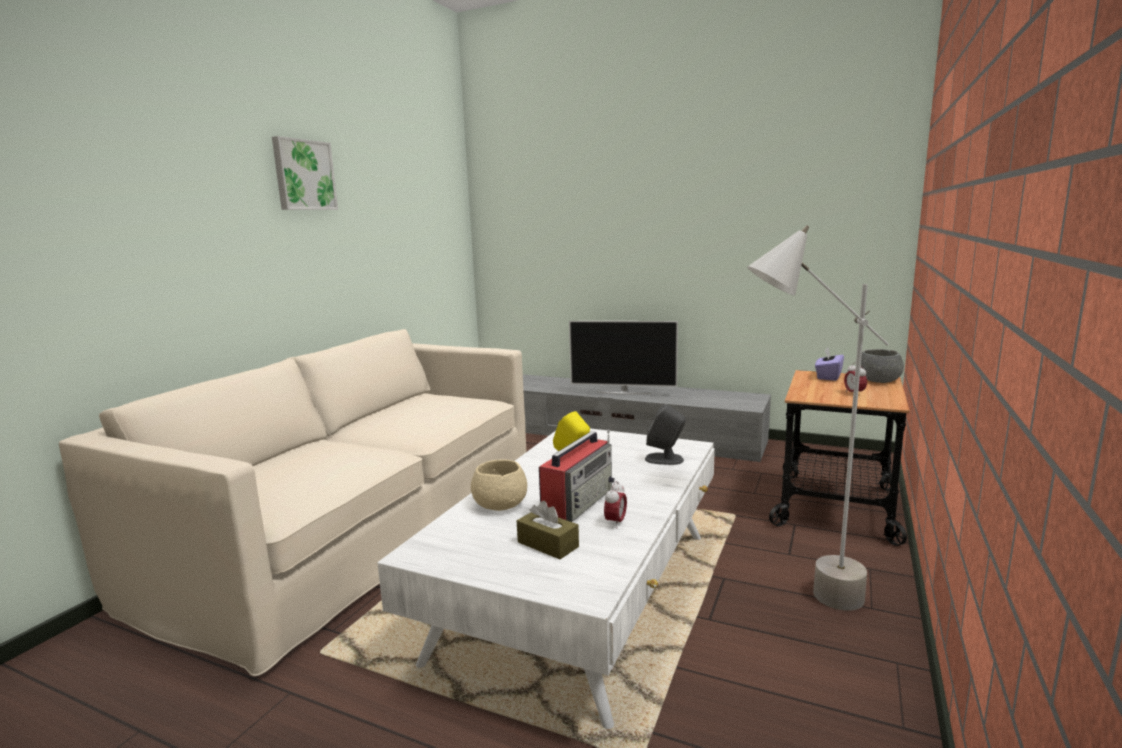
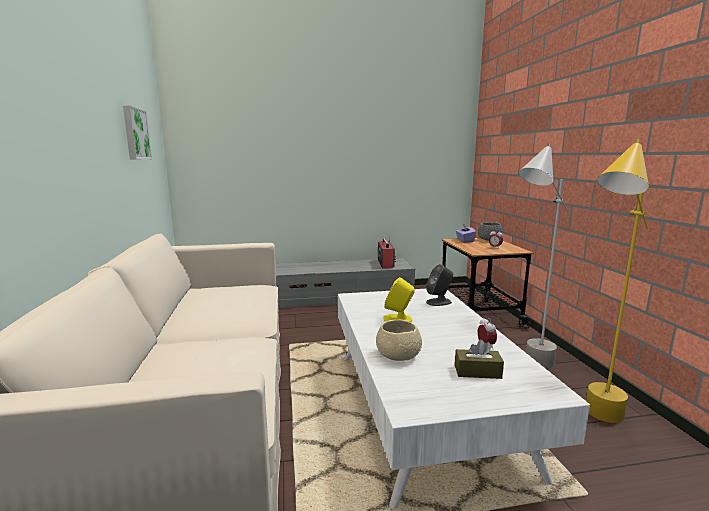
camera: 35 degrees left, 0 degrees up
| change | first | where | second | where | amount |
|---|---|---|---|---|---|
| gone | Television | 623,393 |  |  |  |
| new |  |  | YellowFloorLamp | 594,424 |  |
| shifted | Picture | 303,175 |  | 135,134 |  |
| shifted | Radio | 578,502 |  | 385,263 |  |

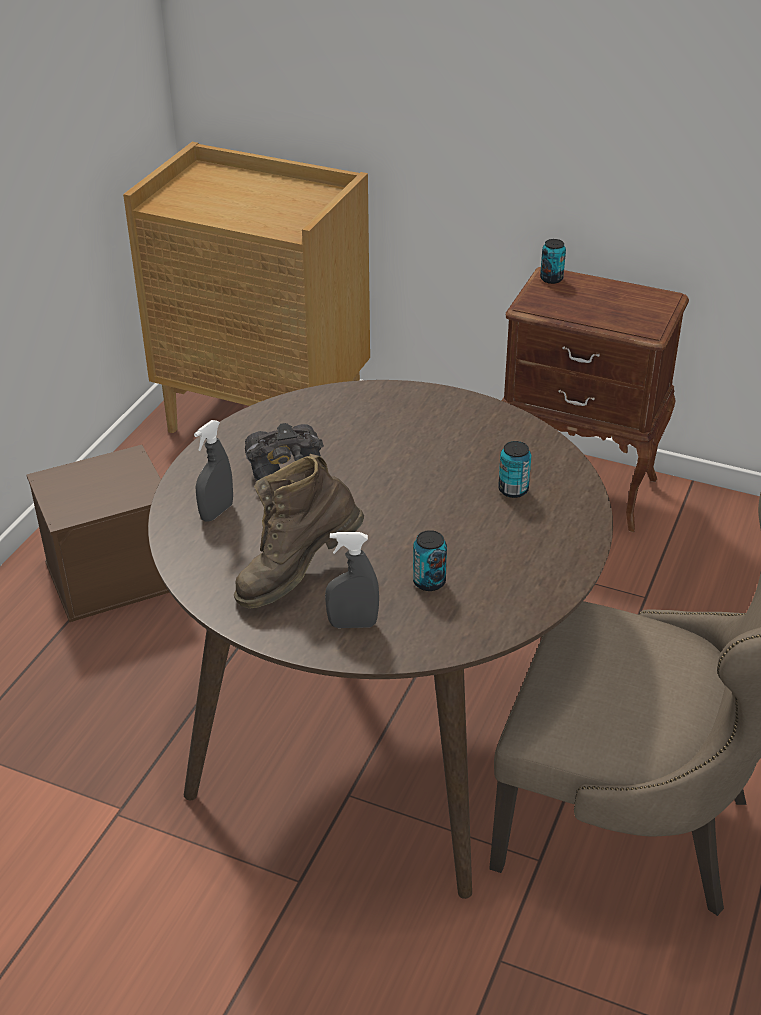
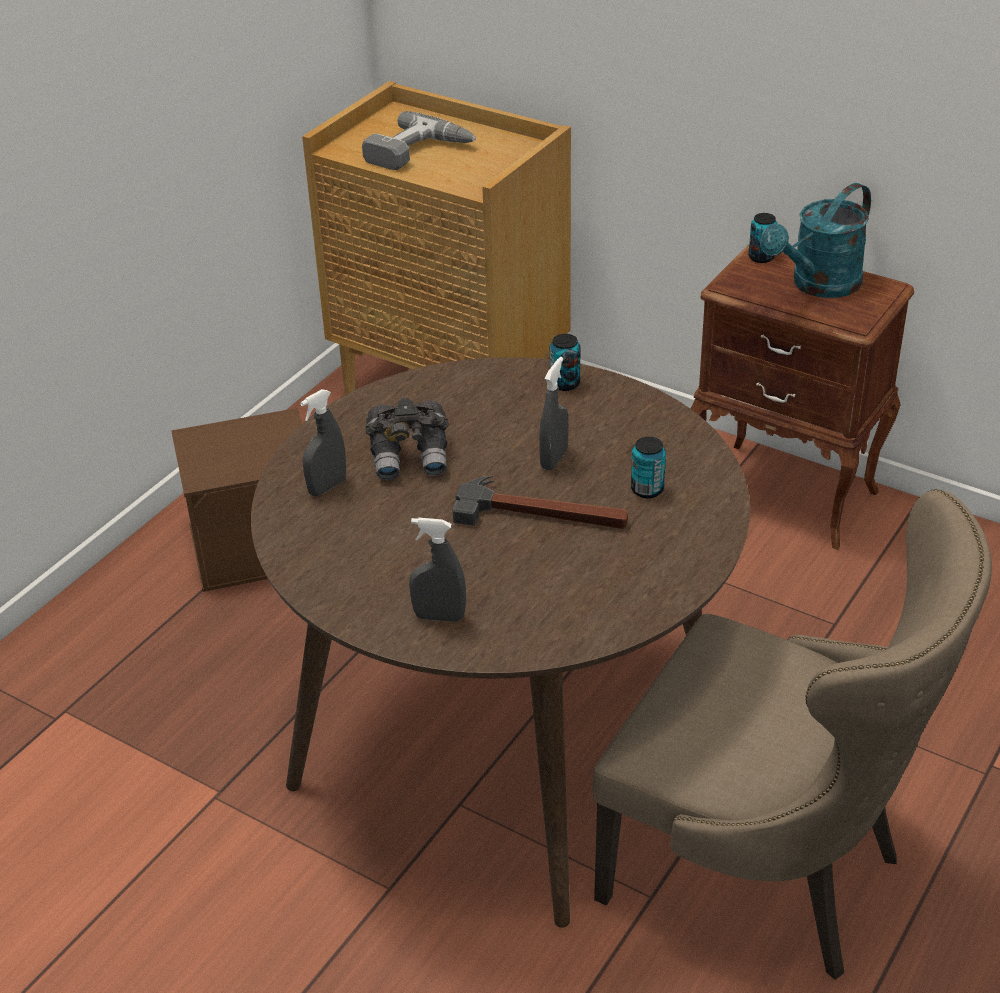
camera: 10 degrees right, 0 degrees up
| change | first | where | second | where | amount |
|---|---|---|---|---|---|
| gone | BrownBoot | 297,576 |  |  |  |
| new |  |  | PowerDrill | 419,153 |  |
| new |  |  | Hammer | 541,514 |  |
| new |  |  | GreySprayBottle | 554,459 |  |
| new |  |  | TurquoiseWateringCan | 818,286 |  |
| shifted | Can | 429,582 |  | 565,383 |  |

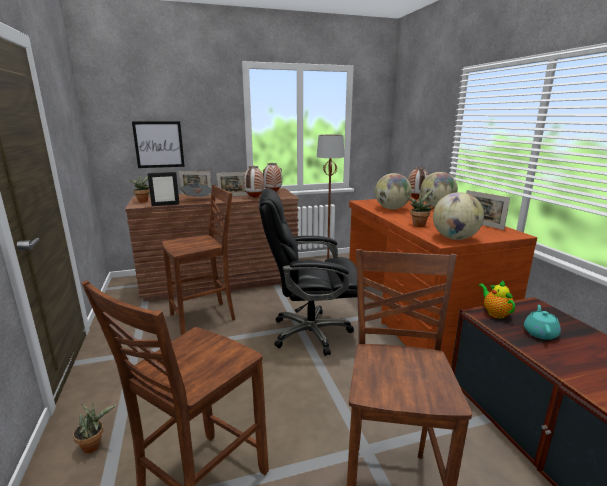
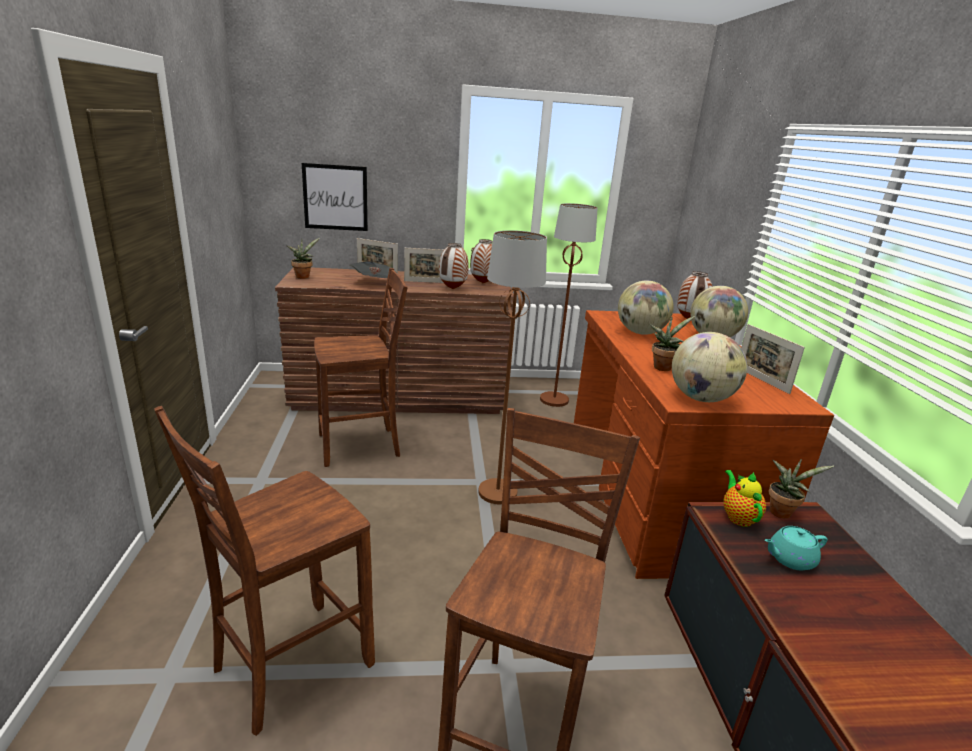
camera: 10 degrees right, 5 degrees up
| change | first | where | second | where | amount |
|---|---|---|---|---|---|
| gone | PictureFrame | 165,204 |  |  |  |
| shifted | PottedPlant | 94,445 |  | 782,511 |  |
| swapped | BlackOfficeChair | 313,332 | BrownFloorLamp | 497,492 |  |
| rotated | TurquoiseTeapot | 540,333 |  | 789,559 | 135 degrees counterclockwise |

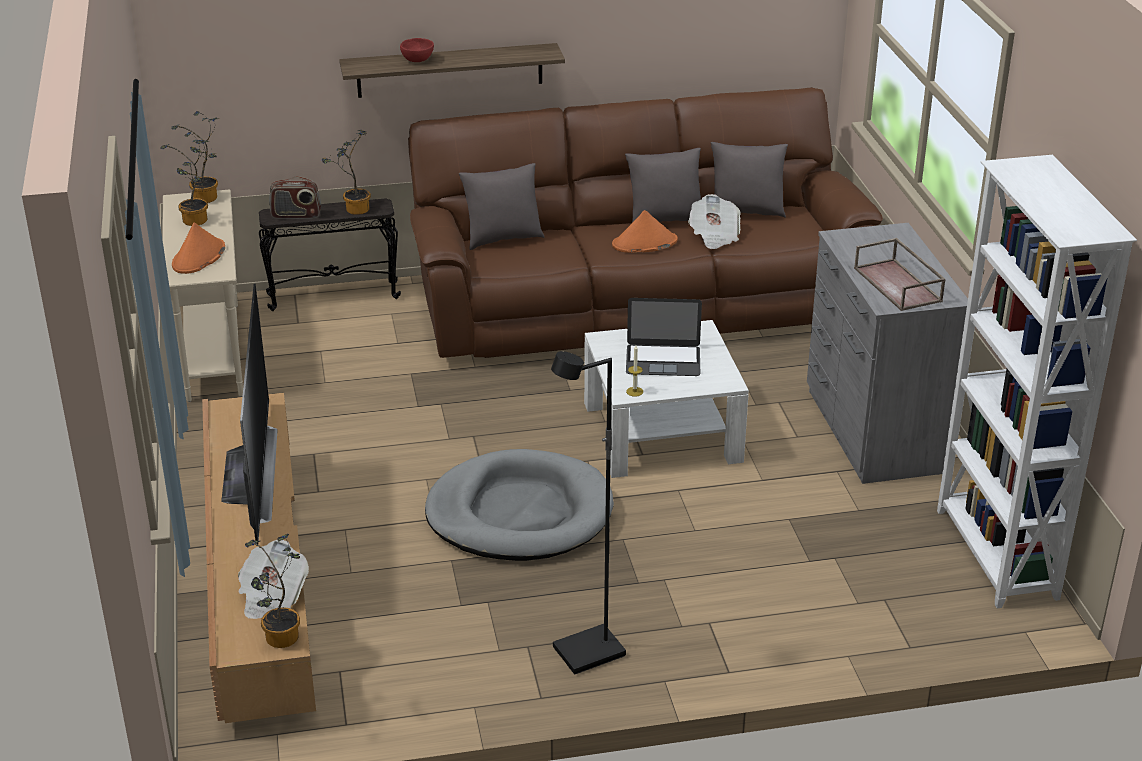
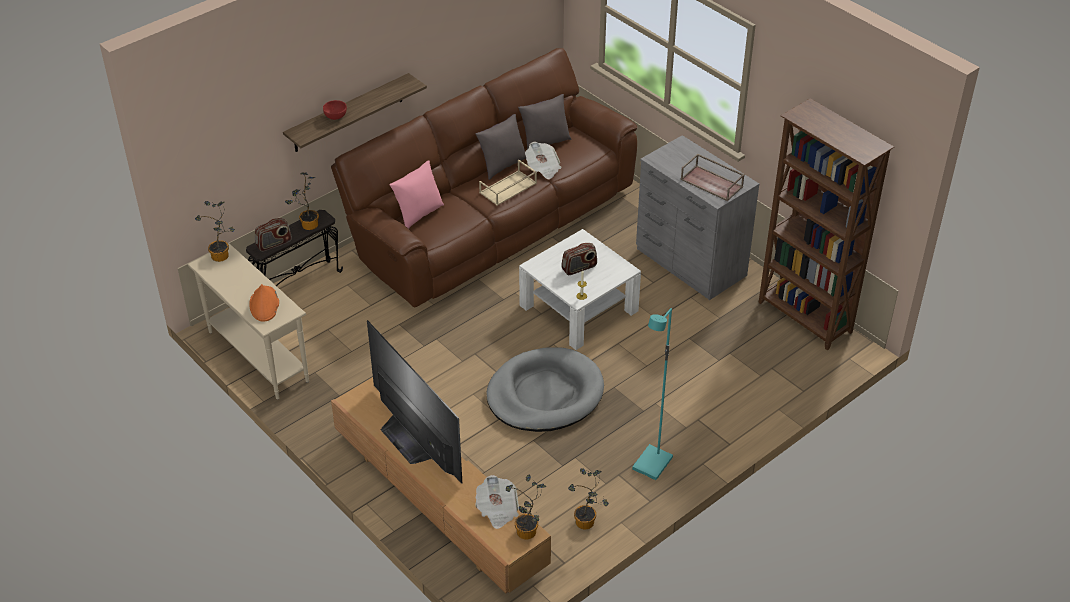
camera: 30 degrees left, 10 degrees up
| change | first | where | second | where | amount |
|---|---|---|---|---|---|
| shifted | PottedPlant | 195,222 |  | 587,524 |  |
| swapped | OrangeHat | 644,243 | BeigeTray | 508,188 |  |
| swapped | Laptop | 663,360 | Radio | 579,268 |  |
| repainted | GreyPillow | 502,238 | PinkPillow | 418,214 |  |
| repainted | BlackFloorLamp | 589,653 | TurquoiseFloorLamp | 653,464 |  |
| repainted | WhiteBookcase | 995,555 | BrownBookcase | 804,318 |  |

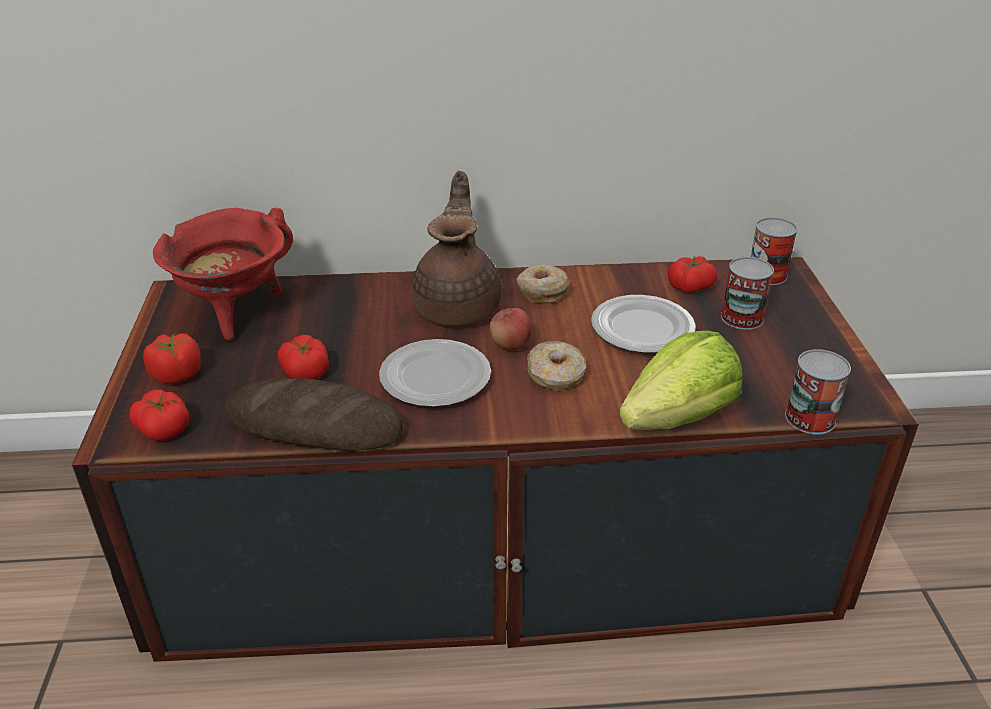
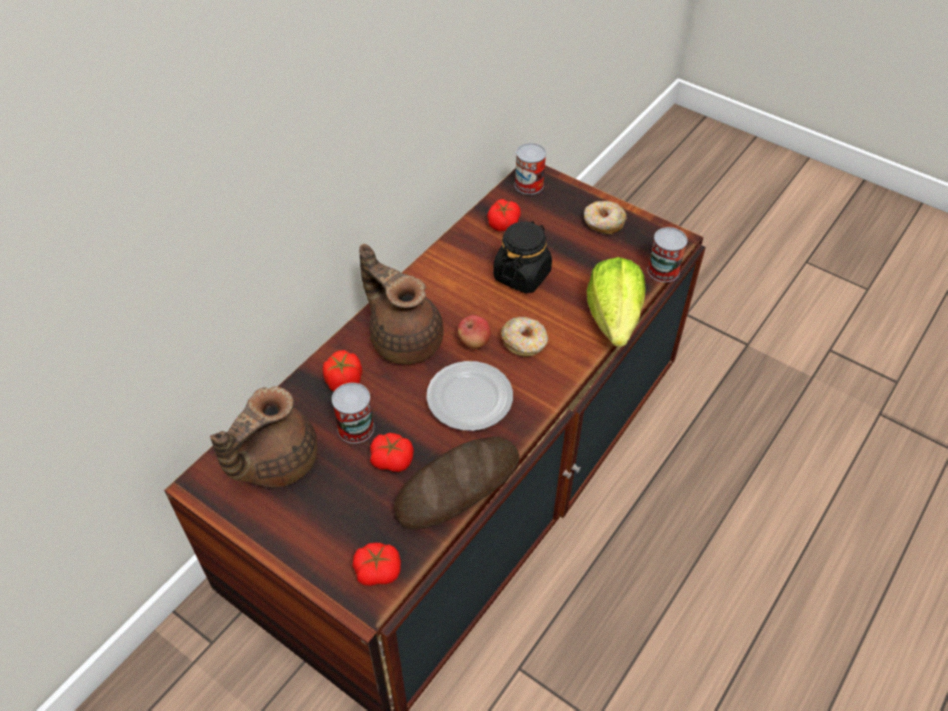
camera: 50 degrees left, 15 degrees up
| change | first | where | second | where | amount |
|---|---|---|---|---|---|
| shifted | Tomato | 176,375 |  | 344,381 |  |
| shifted | Donut | 542,291 |  | 603,223 |  |
| shifted | Can | 742,318 |  | 355,428 |  |
| swapped | RedCookingPot | 235,313 | BrownTeapot | 274,462 |  |
| swapped | Plate | 641,329 | BlackJar | 522,275 |  |

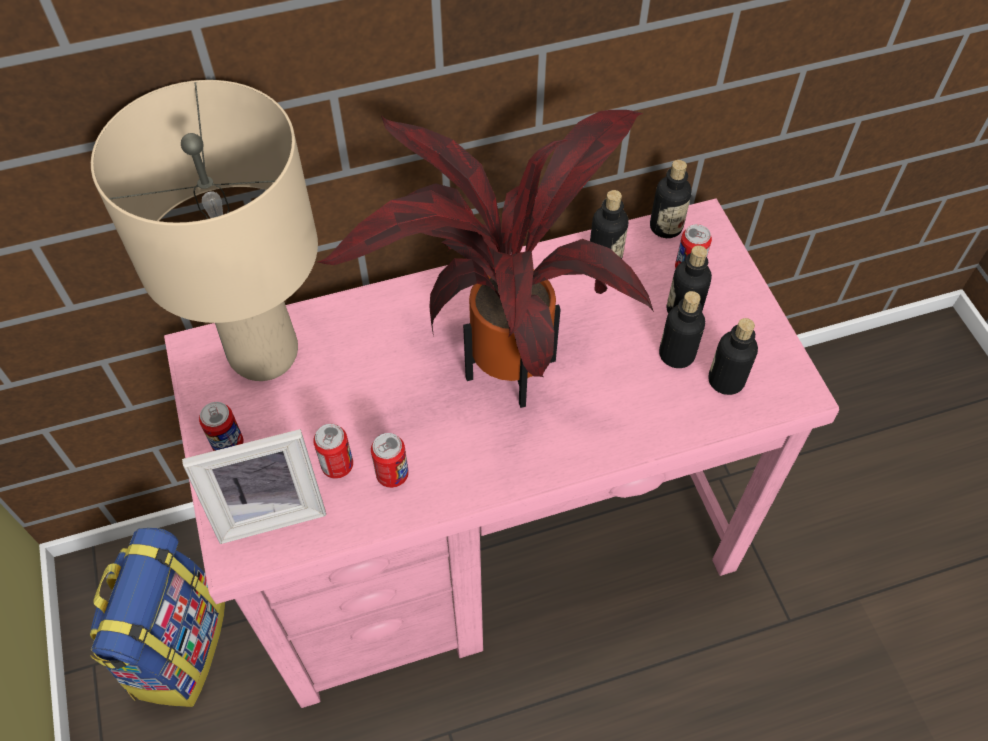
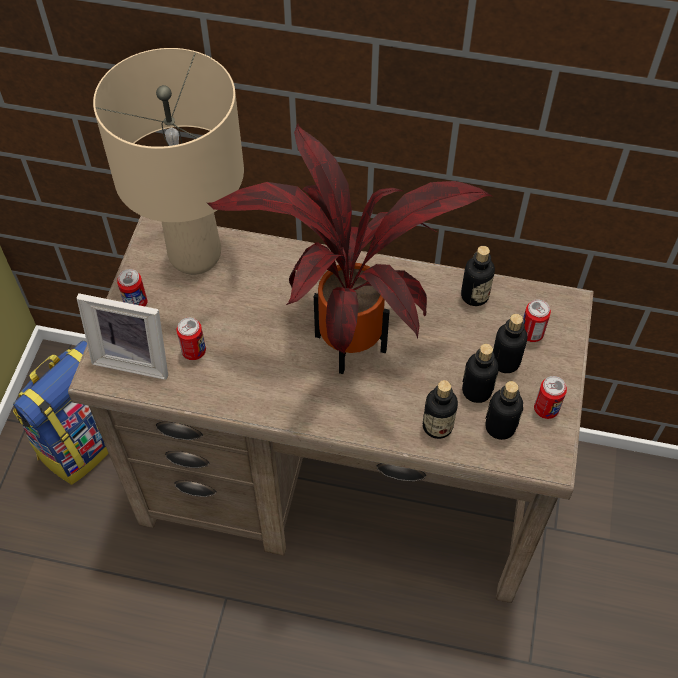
camera: 30 degrees right, 0 degrees up
| change | first | where | second | where | amount |
|---|---|---|---|---|---|
| shifted | Can | 392,474 |  | 546,409 |  |
| shifted | Bottle | 666,227 |  | 437,426 |  |
| repainted | PinkDesk | 495,542 | BrownDesk | 340,483 |  |

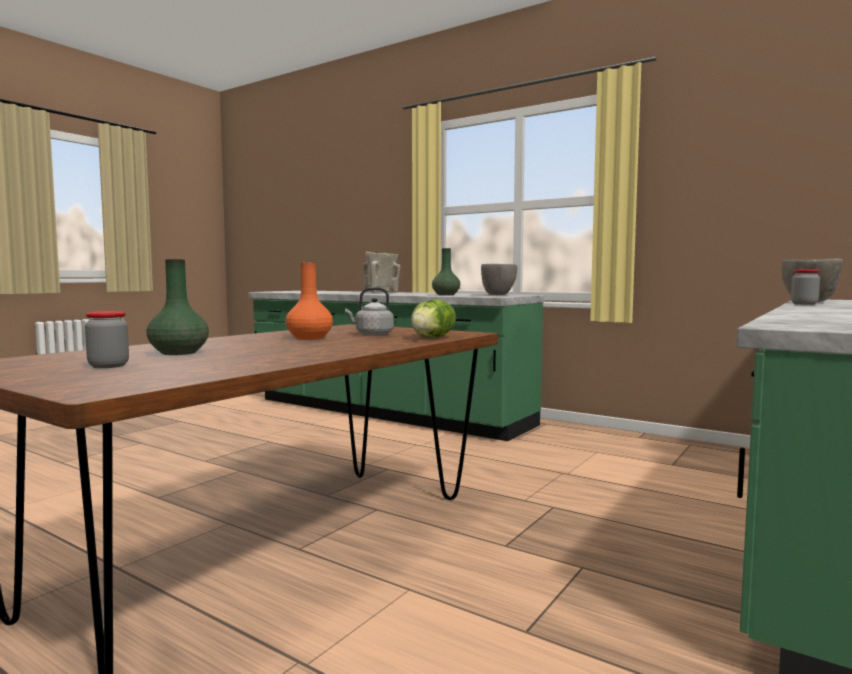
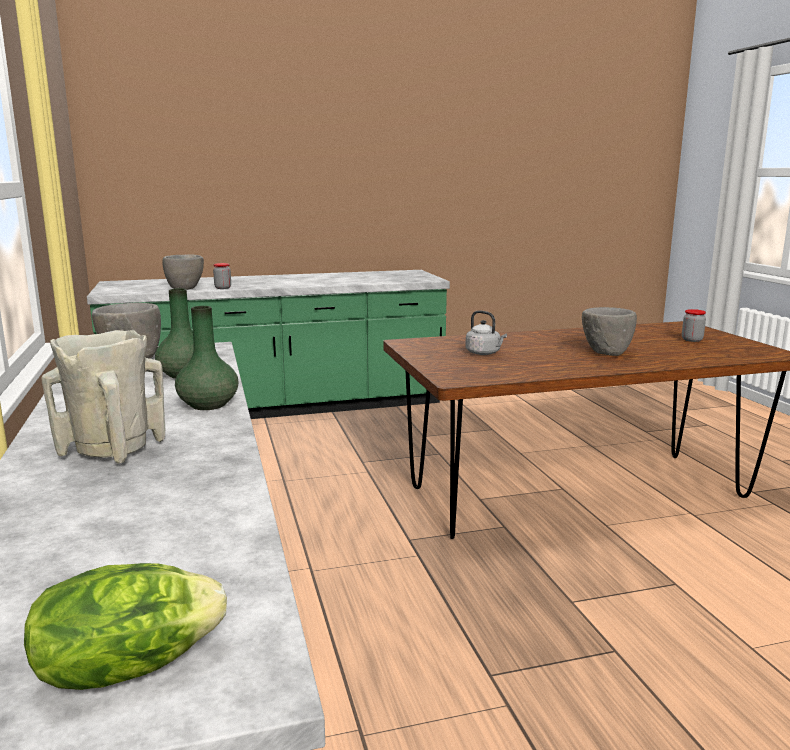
camera: 140 degrees left, 10 degrees up
| change | first | where | second | where | amount |
|---|---|---|---|---|---|
| gone | OrangeVase | 309,338 |  |  |  |
| new |  |  | GreyBowl | 605,353 |  |
| shifted | GreenVase | 178,353 |  | 209,405 |  |
| shifted | Lettuce | 433,338 |  | 127,666 |  |

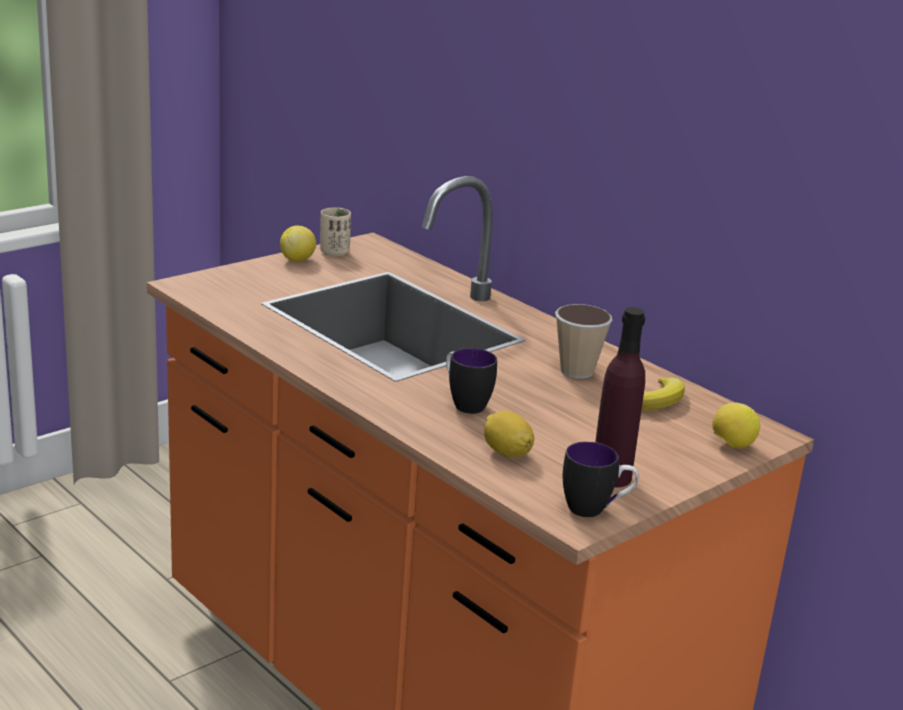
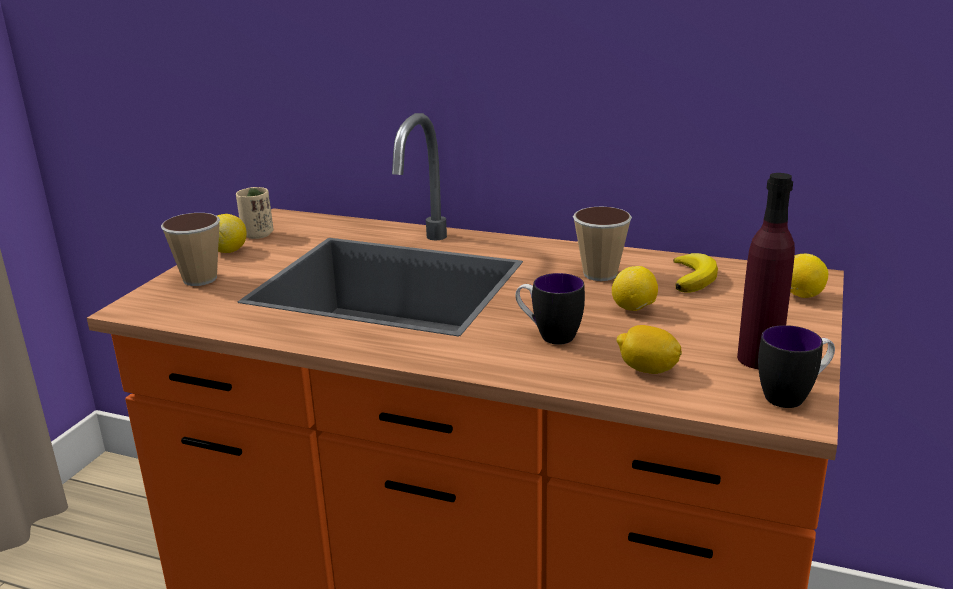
camera: 25 degrees left, 0 degrees up
| change | first | where | second | where | amount |
|---|---|---|---|---|---|
| new |  |  | Cup | 200,279 |  |
| new |  |  | Lemon | 634,309 |  |

